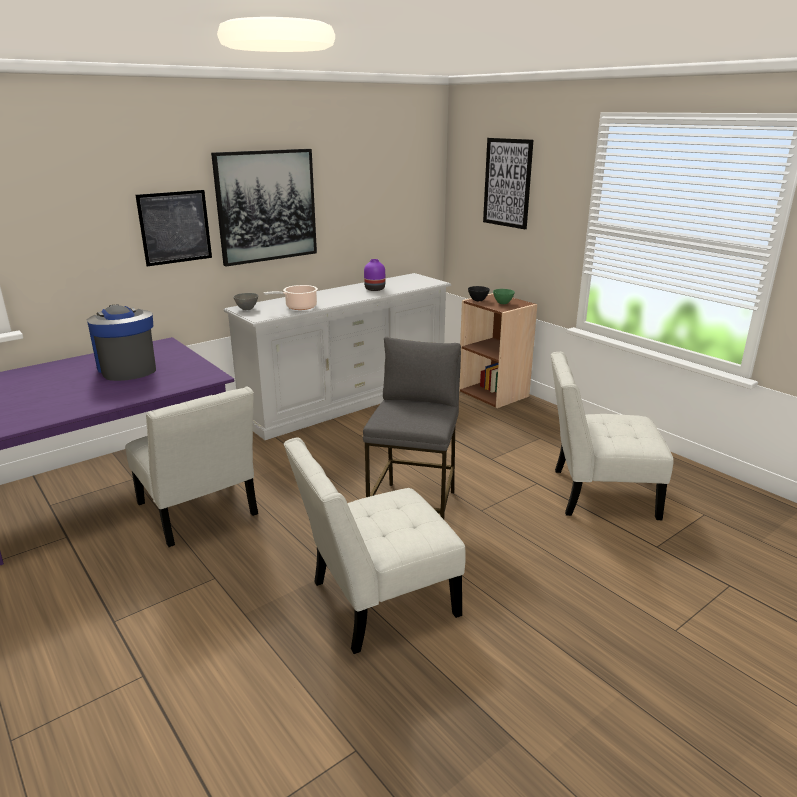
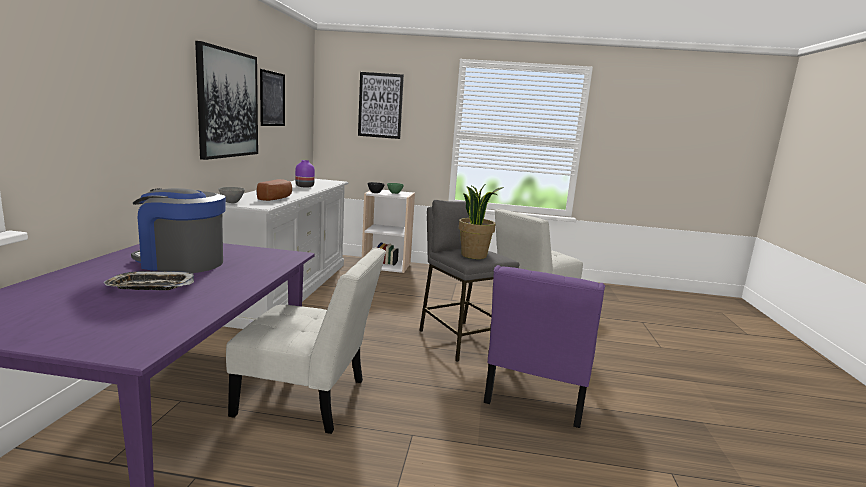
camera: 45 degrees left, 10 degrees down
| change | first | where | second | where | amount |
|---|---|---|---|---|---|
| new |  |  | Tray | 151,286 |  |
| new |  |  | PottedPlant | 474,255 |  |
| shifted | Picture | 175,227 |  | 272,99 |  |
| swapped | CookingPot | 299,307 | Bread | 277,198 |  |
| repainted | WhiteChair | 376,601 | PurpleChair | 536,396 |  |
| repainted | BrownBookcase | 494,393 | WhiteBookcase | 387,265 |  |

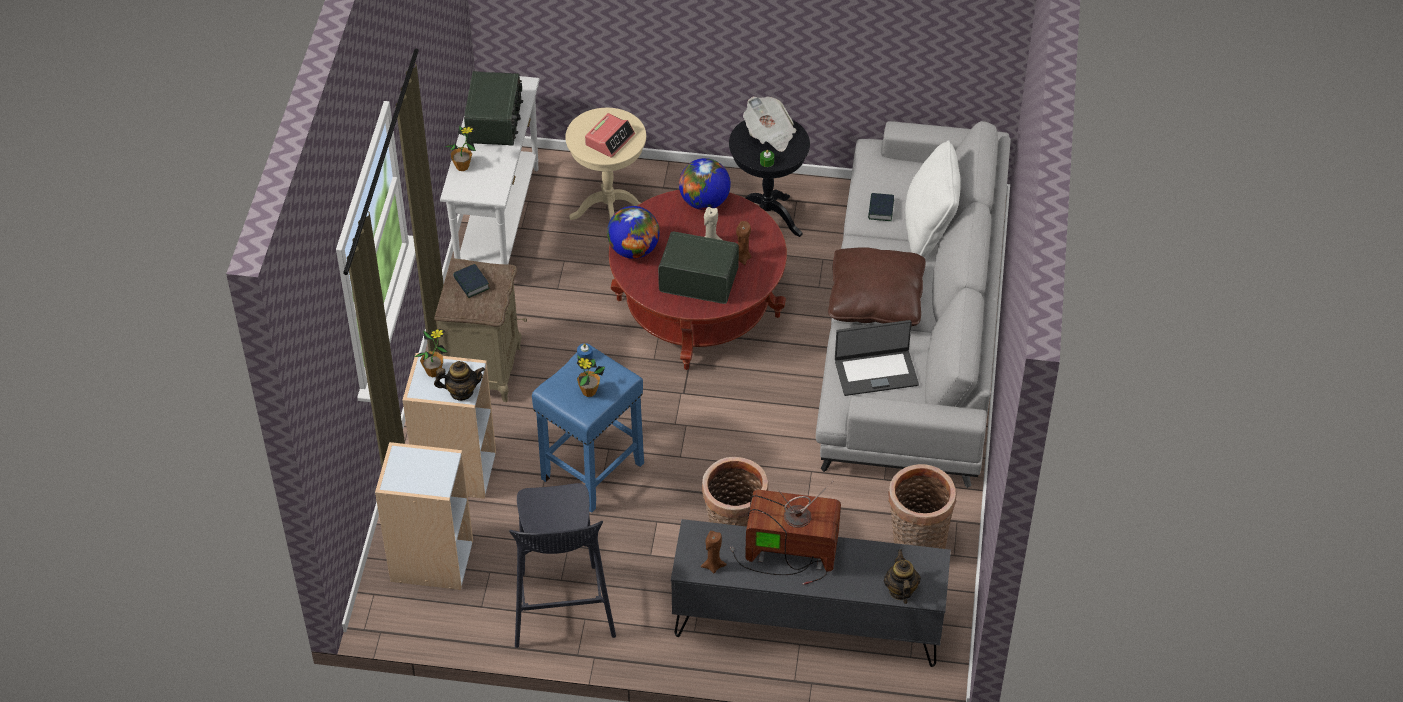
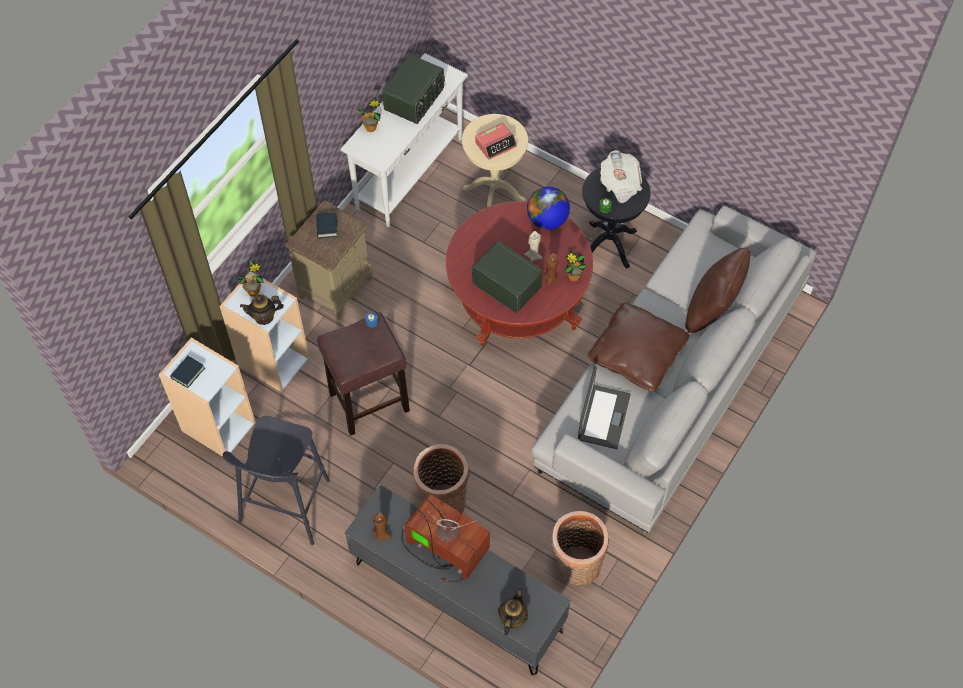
camera: 25 degrees right, 10 degrees up
| change | first | where | second | where | amount |
|---|---|---|---|---|---|
| gone | Globe | 633,250 |  |  |  |
| shifted | PottedPlant | 589,391 |  | 573,277 |  |
| shifted | Book | 880,210 |  | 188,373 |  |
| repainted | BlueStool | 591,472 | BrownStool | 368,402 |  |
| repainted | WhitePillow | 929,229 | BrownPillow | 712,309 |  |
| rotated | Teapot | 461,392 |  | 264,317 | 150 degrees clockwise |
| rotated | Laptop | 876,372 |  | 603,417 | 90 degrees counterclockwise |

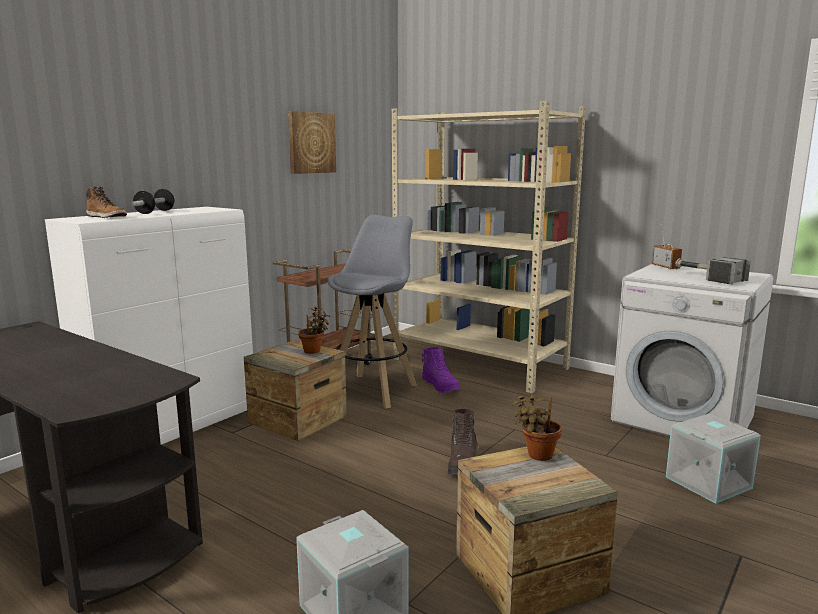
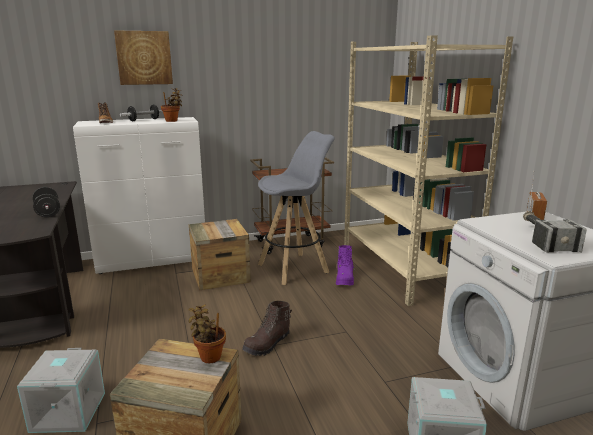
camera: 35 degrees right, 5 degrees up
| change | first | where | second | where | amount |
|---|---|---|---|---|---|
| new |  |  | BlackDumbbell | 48,212 |  |
| shifted | Picture | 311,143 |  | 144,58 |  |
| shifted | PottedPlant | 314,351 |  | 173,121 |  |

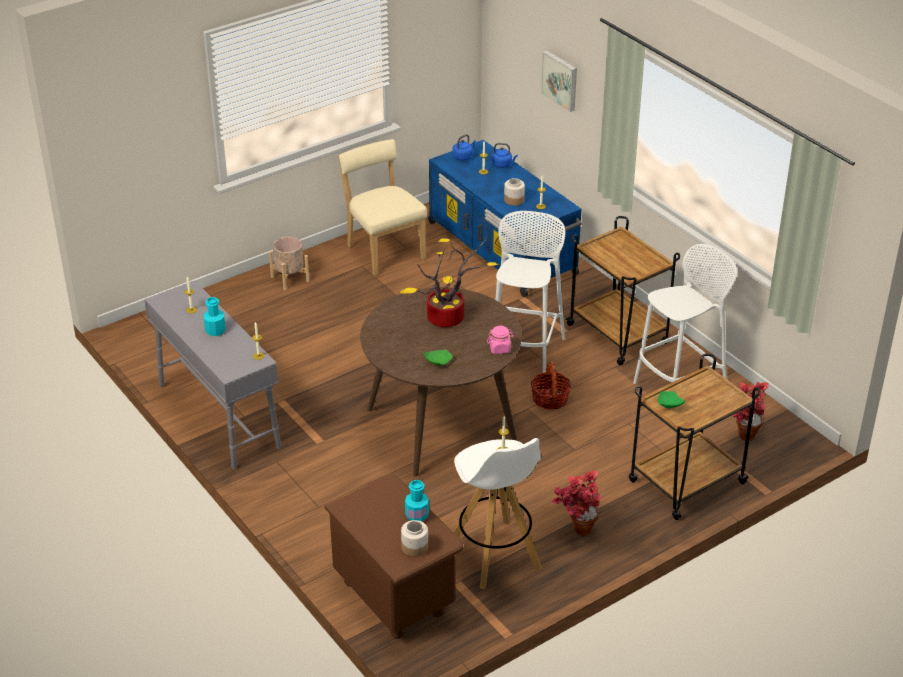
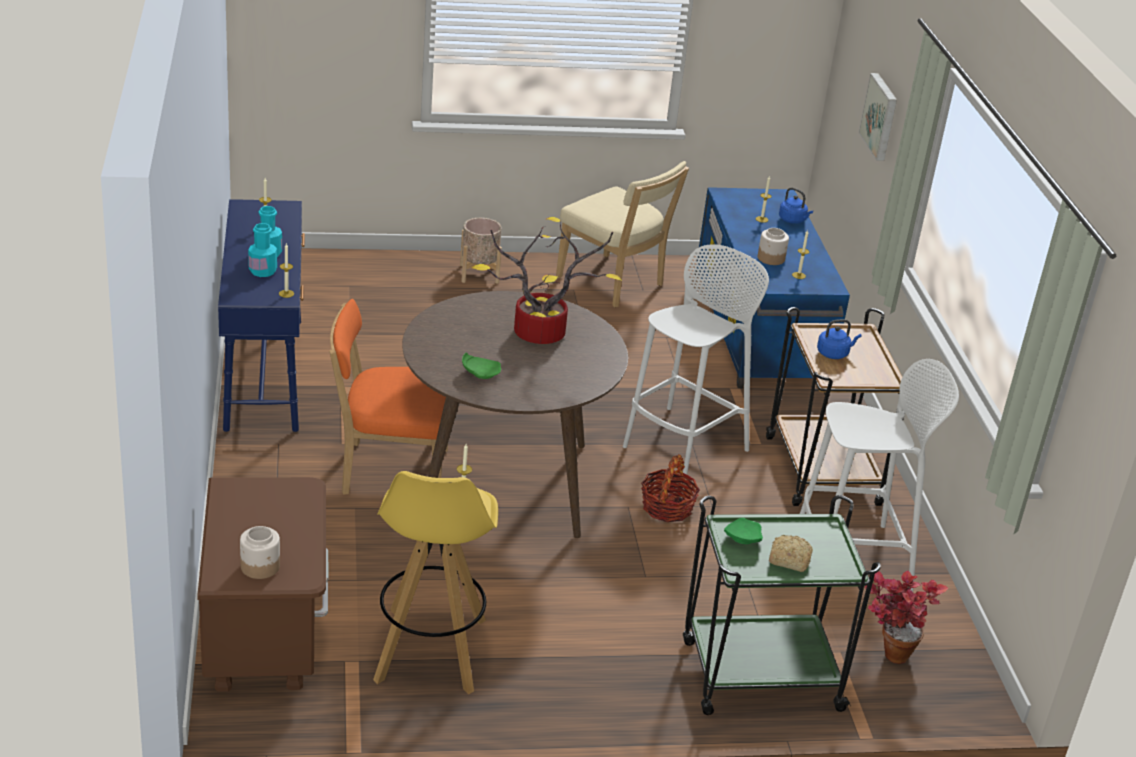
camera: 25 degrees right, 5 degrees down
| change | first | where | second | where | amount |
|---|---|---|---|---|---|
| gone | PinkJar | 500,348 |  |  |  |
| gone | PottedPlant | 575,529 |  |  |  |
| new |  |  | OrangeChair | 389,471 |  |
| new |  |  | Bread | 788,559 |  |
| shifted | TurquoiseBottle | 417,515 |  | 262,271 |  |
| shifted | BlueKettle | 463,156 |  | 834,353 |  |
| repainted | GreyConsoleTable | 219,415 | BlueConsoleTable | 265,374 |  |
| repainted | WhiteStool | 495,555 | YellowStool | 430,651 |  |
| repainted | BrownCart | 685,483 | GreenCart | 759,676 |  |
| rotated | BeigeChair | 384,250 |  | 613,284 | 135 degrees clockwise |

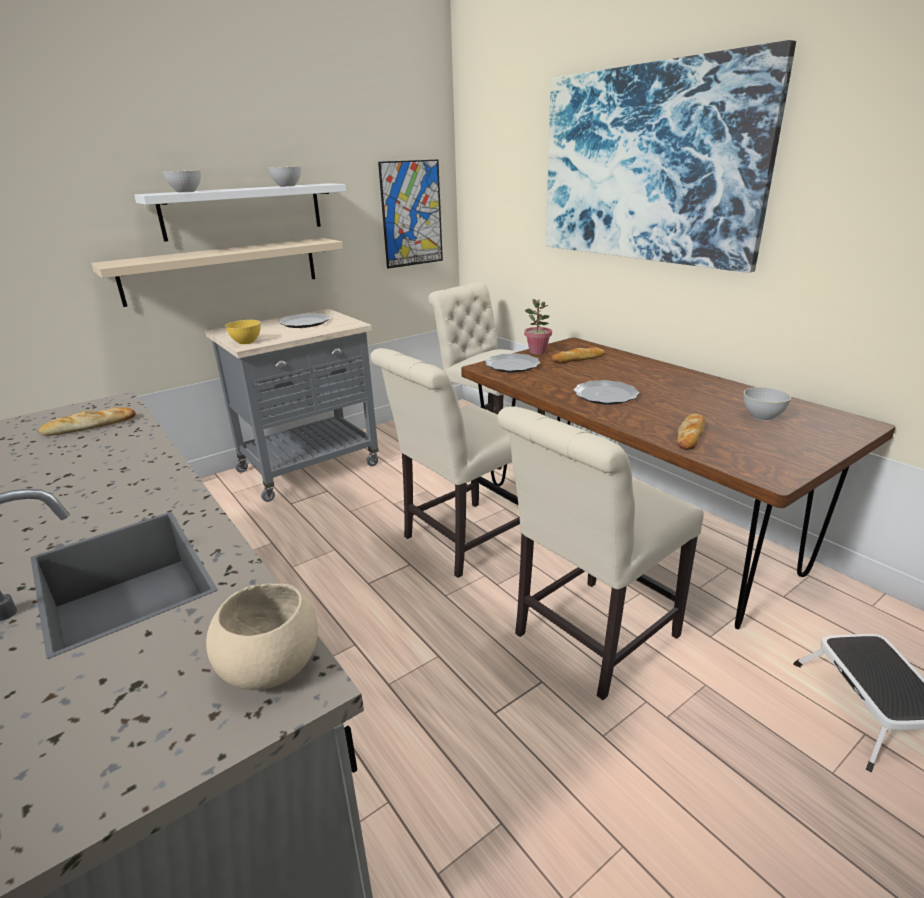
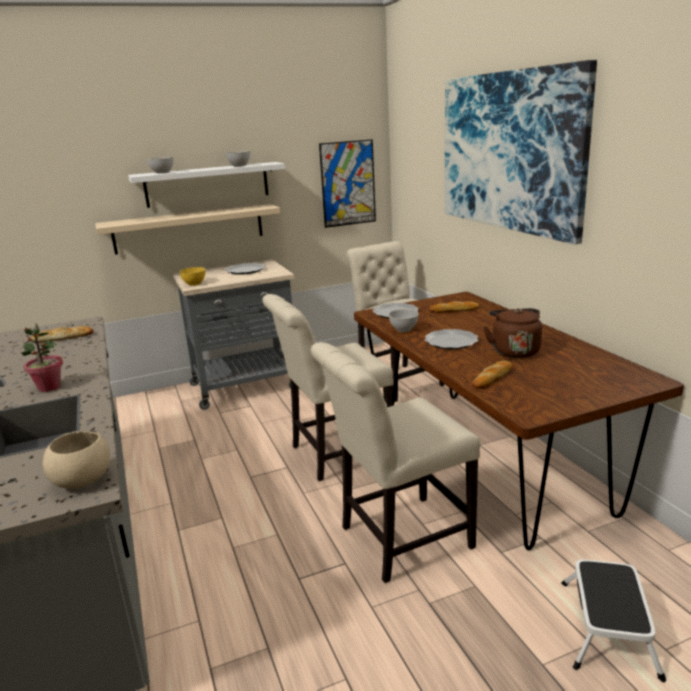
camera: 15 degrees right, 5 degrees down
| change | first | where | second | where | amount |
|---|---|---|---|---|---|
| new |  |  | BrownKettle | 514,351 |  |
| shifted | PottedPlant | 537,352 |  | 49,387 |  |
| shifted | GreyBowl | 762,416 |  | 403,329 |  |

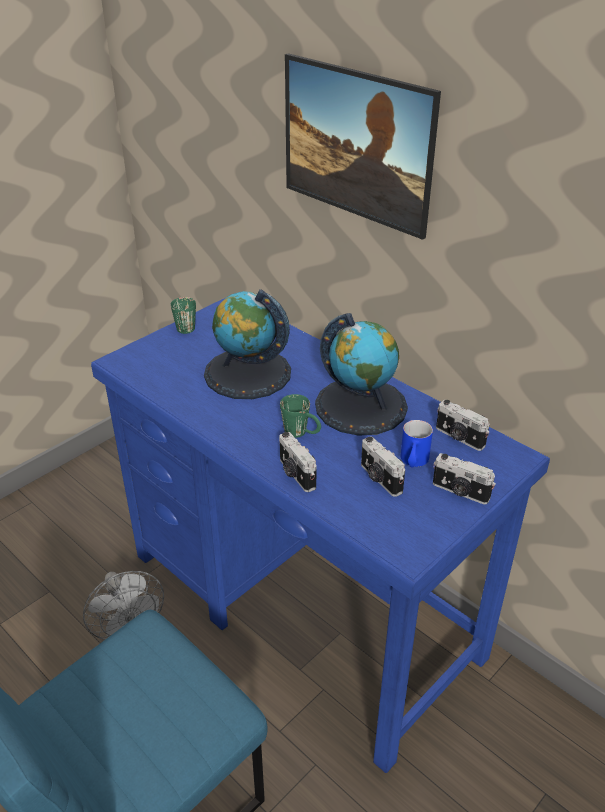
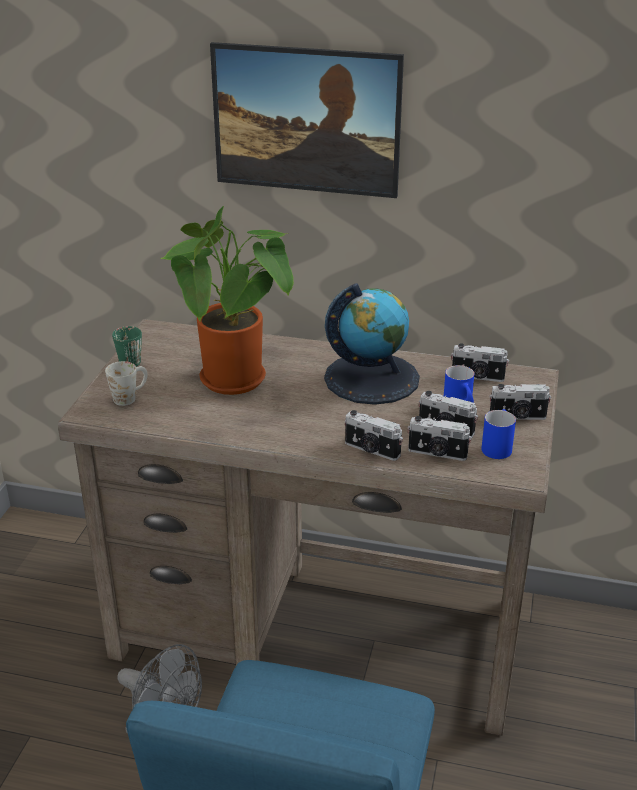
camera: 30 degrees left, 5 degrees down
| change | first | where | second | where | amount |
|---|---|---|---|---|---|
| gone | GreenMug | 301,433 |  |  |  |
| new |  |  | WhiteMug | 130,396 |  |
| new |  |  | PhotoCamera | 437,453 |  |
| new |  |  | BlueMug | 498,446 |  |
| swapped | Globe | 247,373 | PottedPlant | 238,383 |  |
| repainted | BlueDesk | 304,603 | BrownDesk | 320,628 |  |

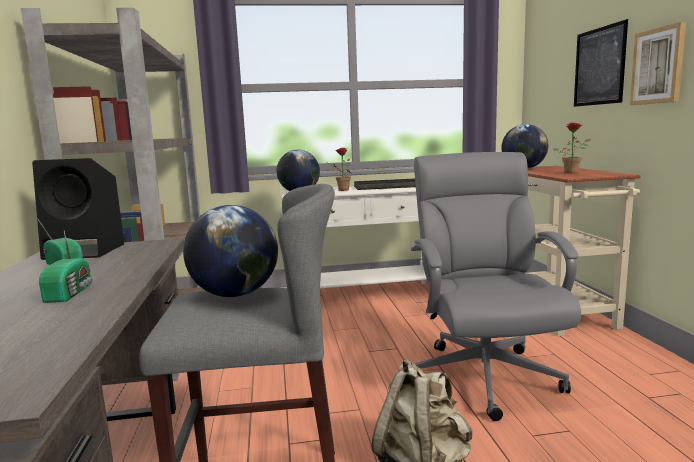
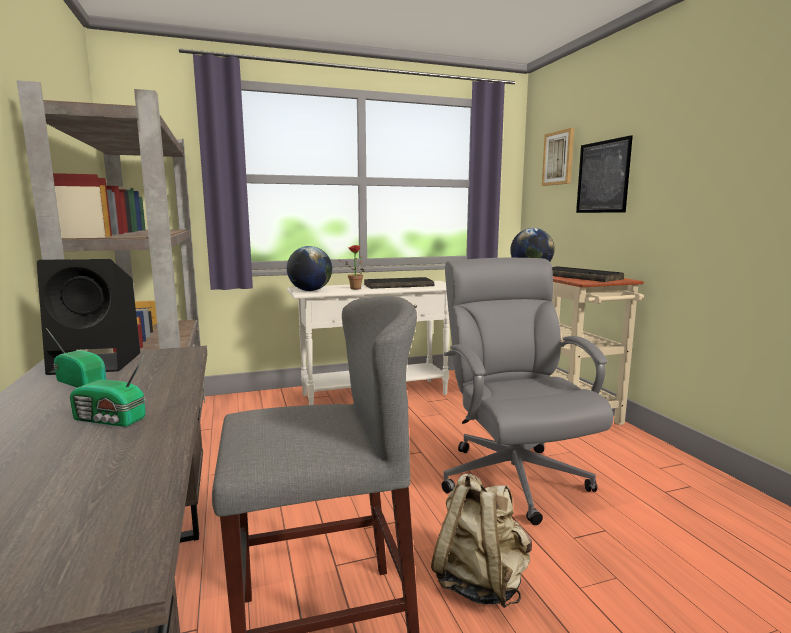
camera: 10 degrees left, 0 degrees up
| change | first | where | second | where | amount |
|---|---|---|---|---|---|
| gone | Globe | 235,294 |  |  |  |
| shifted | Picture | 658,66 |  | 558,158 |  |
| swapped | PottedPlant | 572,172 | Keyboard | 580,276 |  |
| rotated | Radio | 71,292 |  | 110,420 | 120 degrees clockwise |

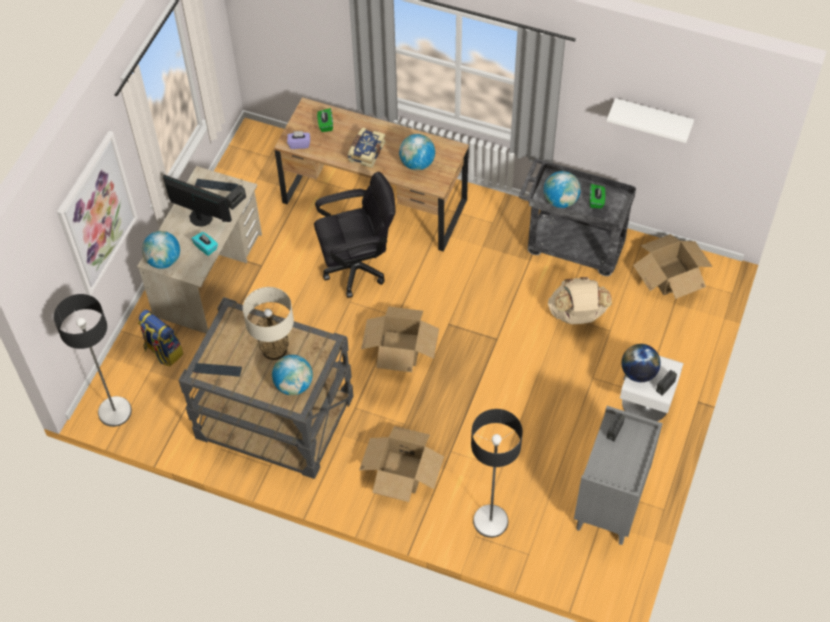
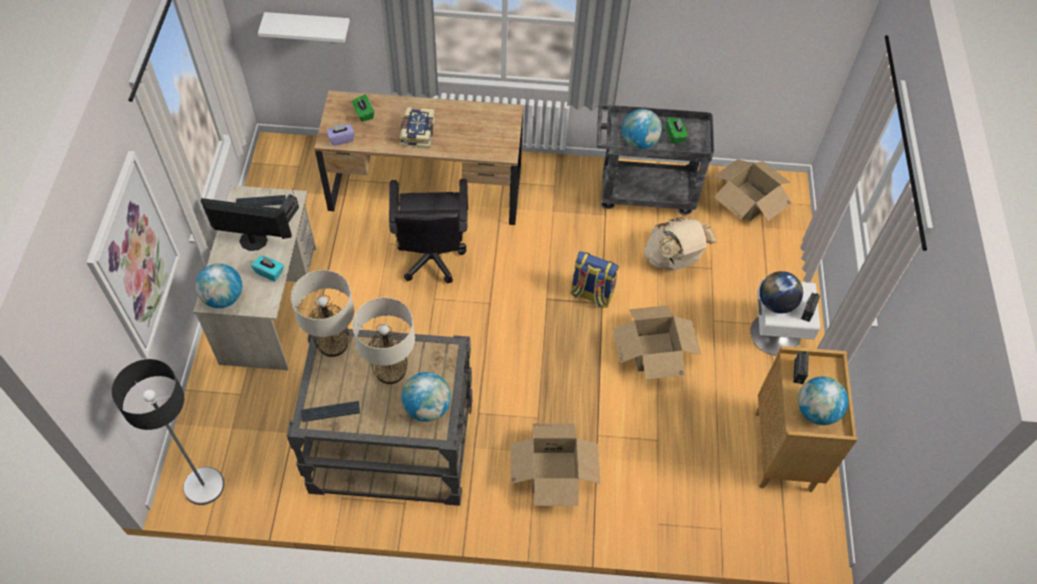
camera: 20 degrees left, 0 degrees up
| change | first | where | second | where | amount |
|---|---|---|---|---|---|
| gone | FloorLamp | 490,521 |  |  |  |
| new |  |  | TableLamp | 333,344 |  |
| shifted | Backpack | 163,351 |  | 591,294 |  |
| shifted | CardboardBox | 400,349 |  | 653,352 |  |
| shifted | Globe | 417,163 |  | 816,411 |  |
| shifted | WhiteShelf | 652,118 |  | 309,27 |  |
| repainted | GreyCabinet | 609,505 | BrownCabinet | 783,452 |  |
| rotated | BlackOfficeChair | 358,269 |  | 432,262 | 120 degrees clockwise |

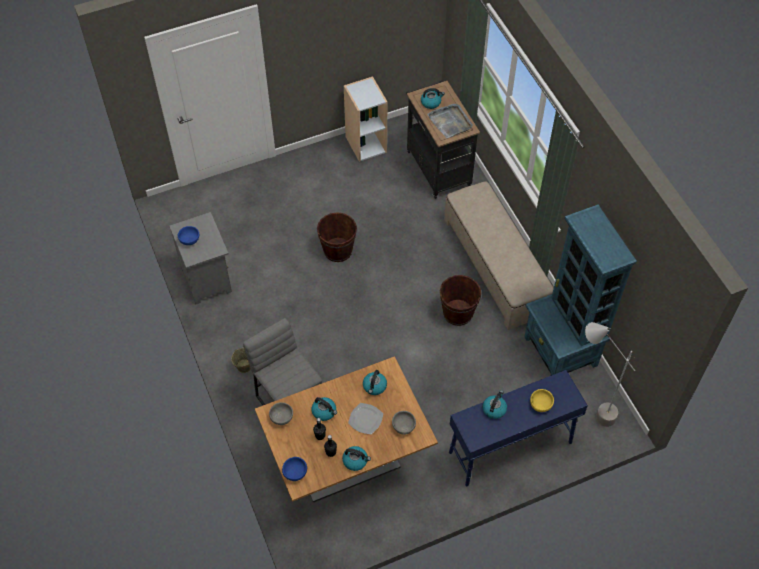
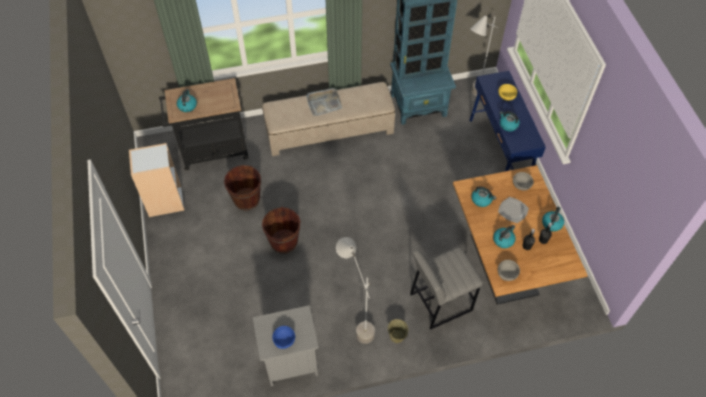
camera: 80 degrees left, 0 degrees up
| change | first | where | second | where | amount |
|---|---|---|---|---|---|
| gone | BlueBowl | 295,473 |  |  |  |
| new |  |  | GreyFloorLamp | 356,322 |  |
| shifted | GreyTray | 450,122 |  | 323,103 |  |
| shifted | BrownBucket | 458,313 |  | 246,199 |  |

